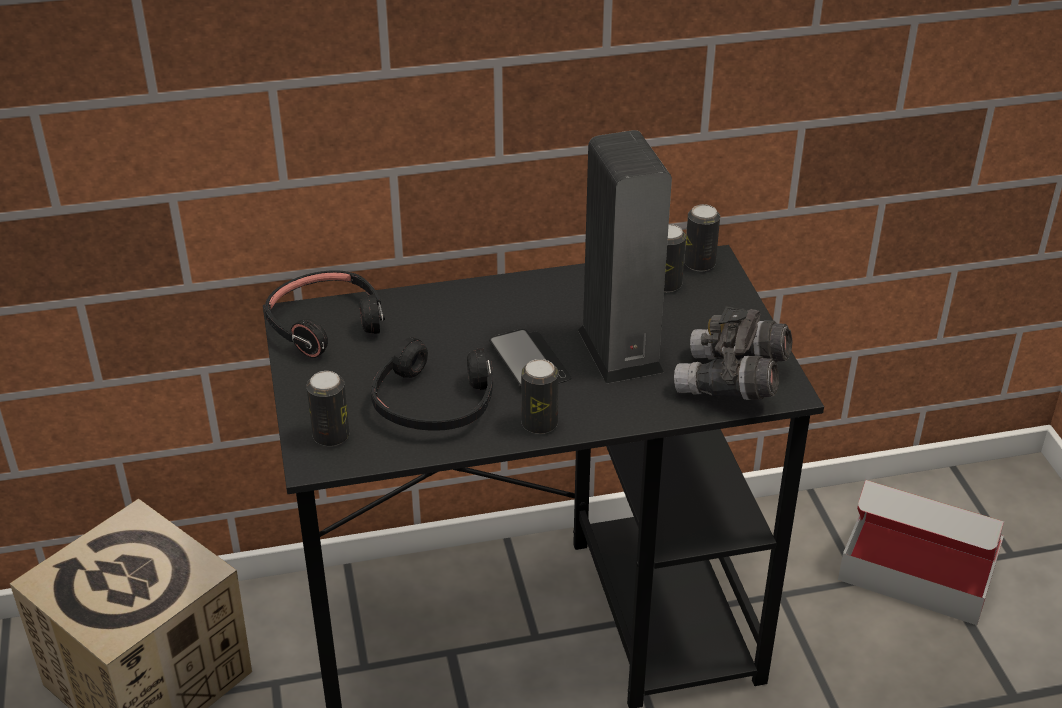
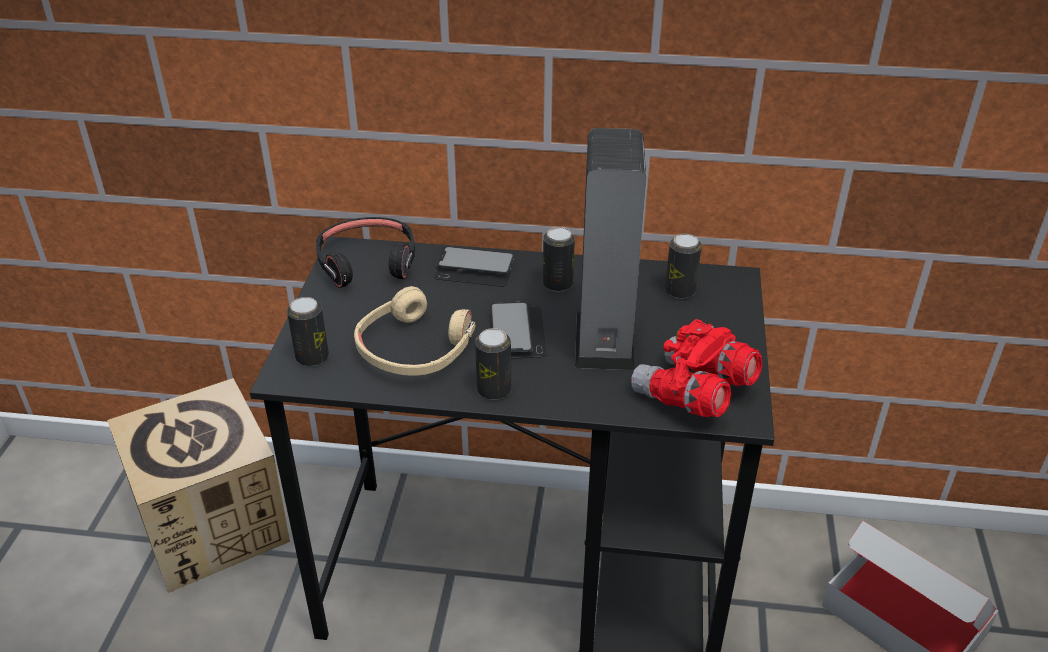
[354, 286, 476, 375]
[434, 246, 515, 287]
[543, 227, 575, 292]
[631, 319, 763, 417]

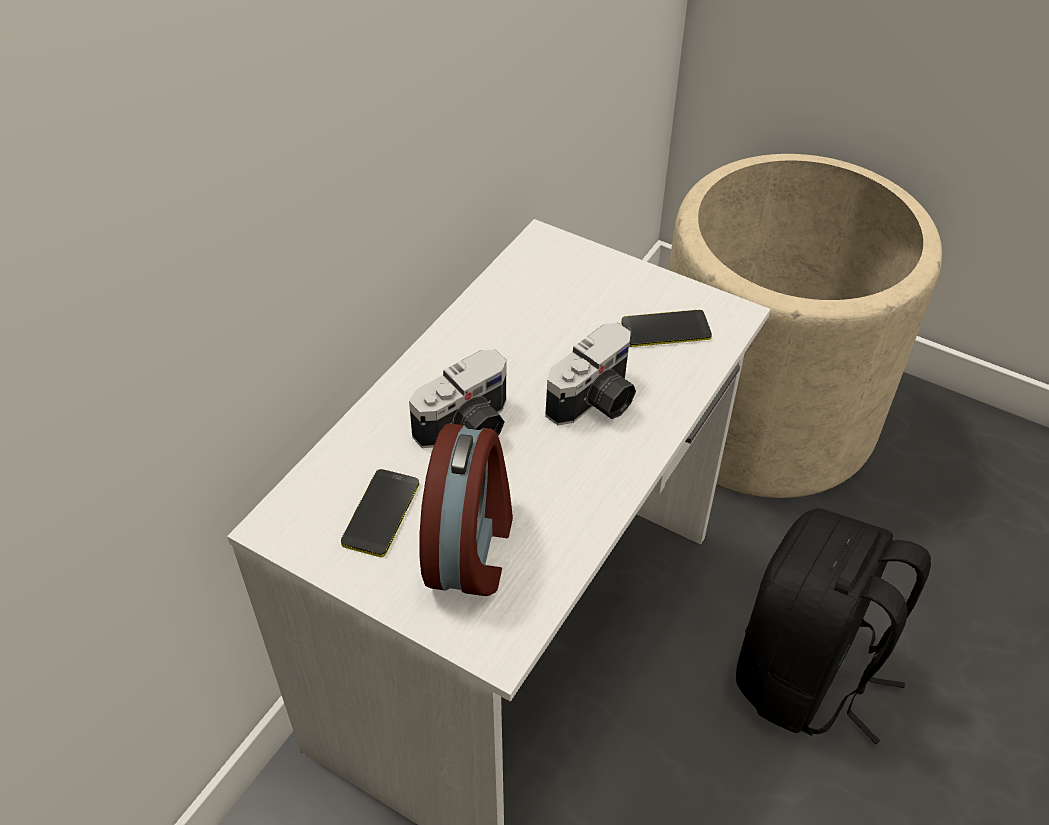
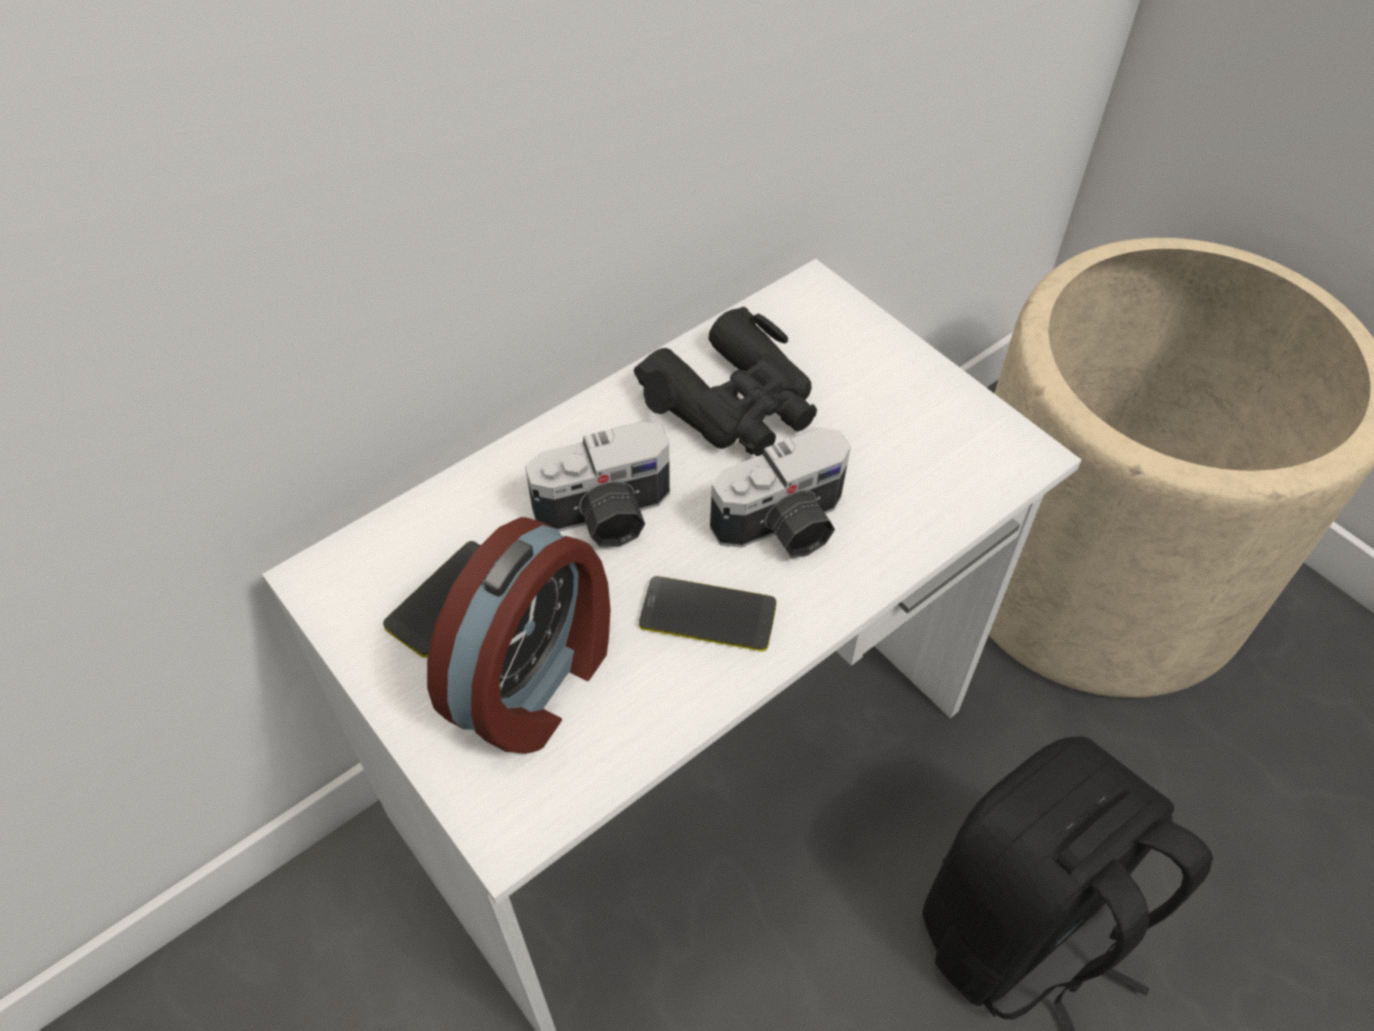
[634, 307, 817, 456]
[639, 576, 776, 651]

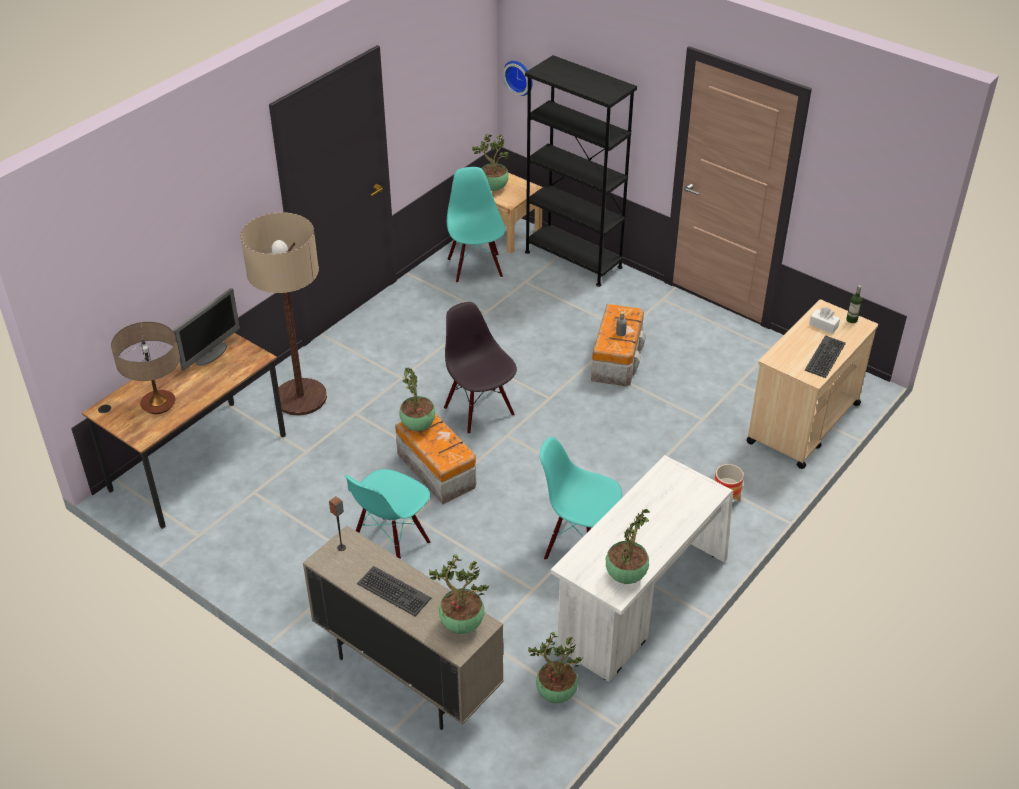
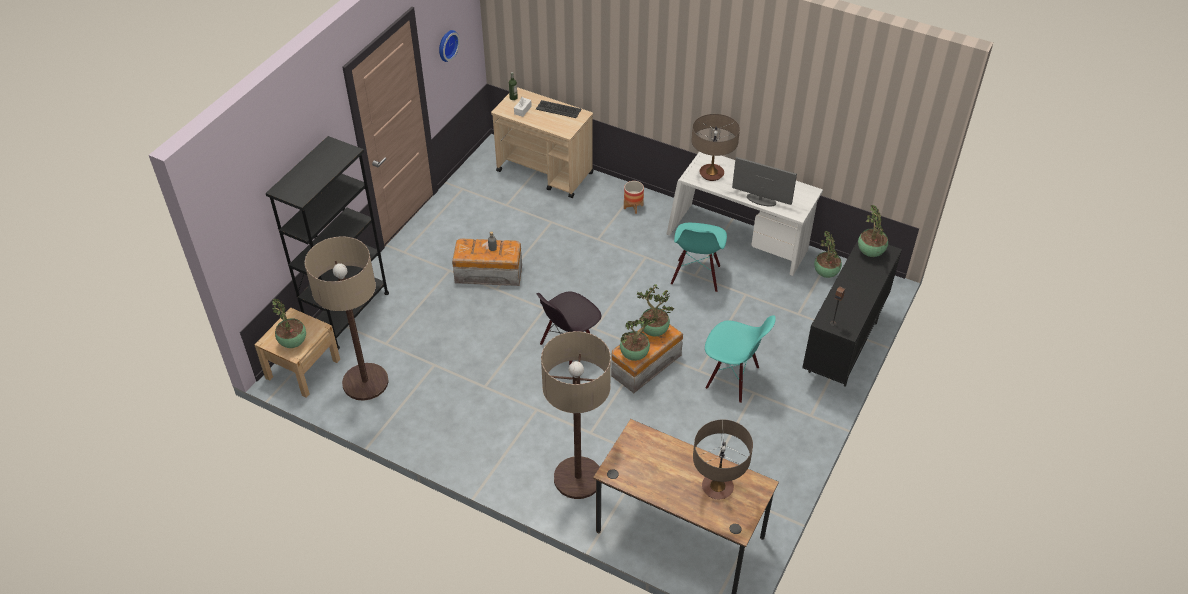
[305, 236, 389, 401]
[439, 30, 460, 62]
[637, 284, 674, 337]
[692, 114, 740, 181]
[732, 157, 797, 206]
[802, 240, 902, 387]
[357, 566, 431, 617] (first image)

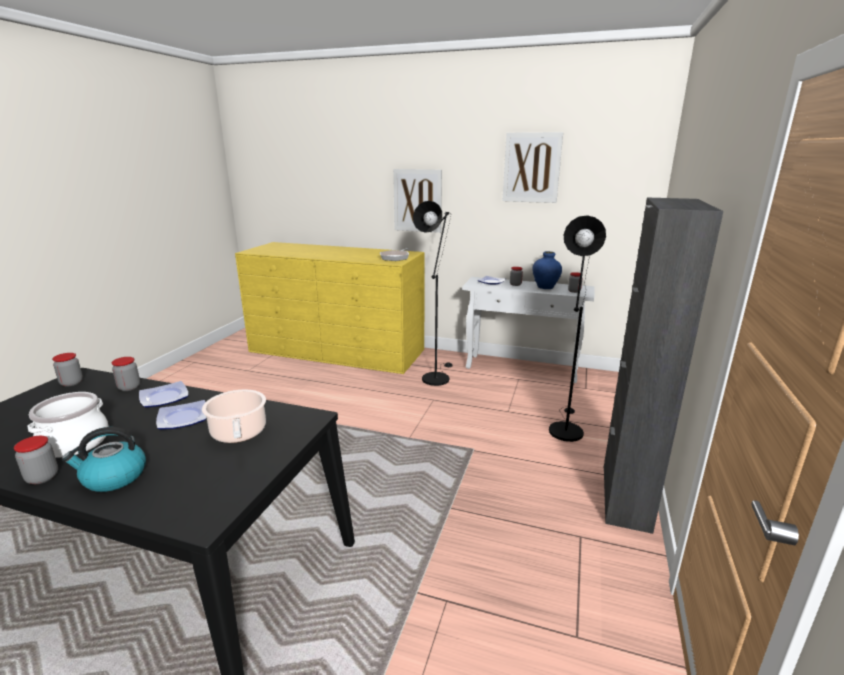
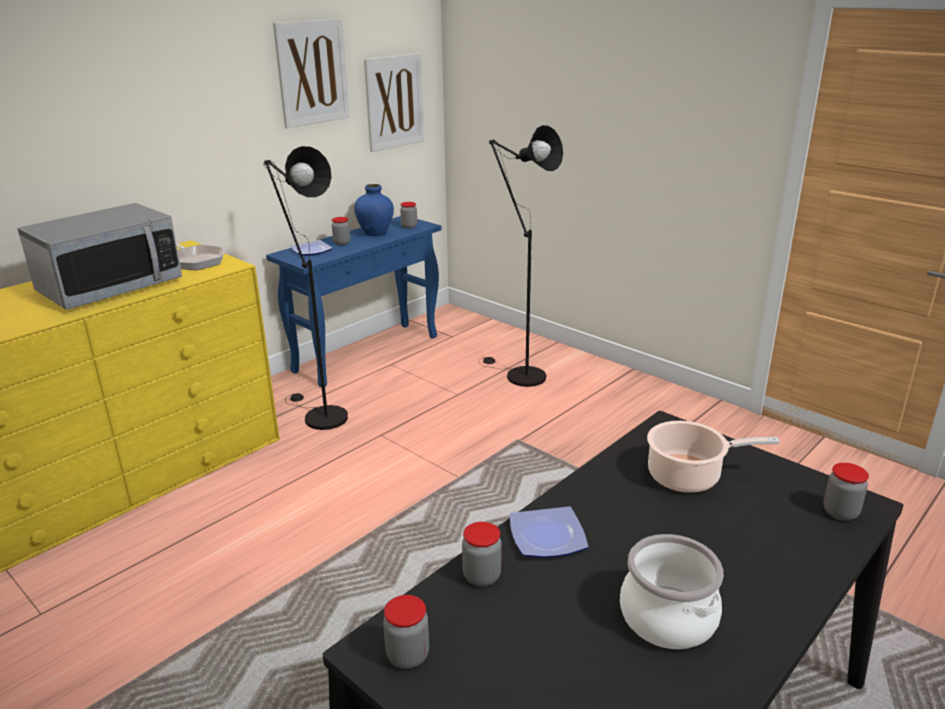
[17, 203, 182, 310]
[266, 216, 442, 388]
[364, 53, 424, 152]
[824, 463, 869, 521]
[62, 427, 146, 492] (first image)
[156, 400, 206, 430] (first image)
[604, 197, 723, 534] (first image)

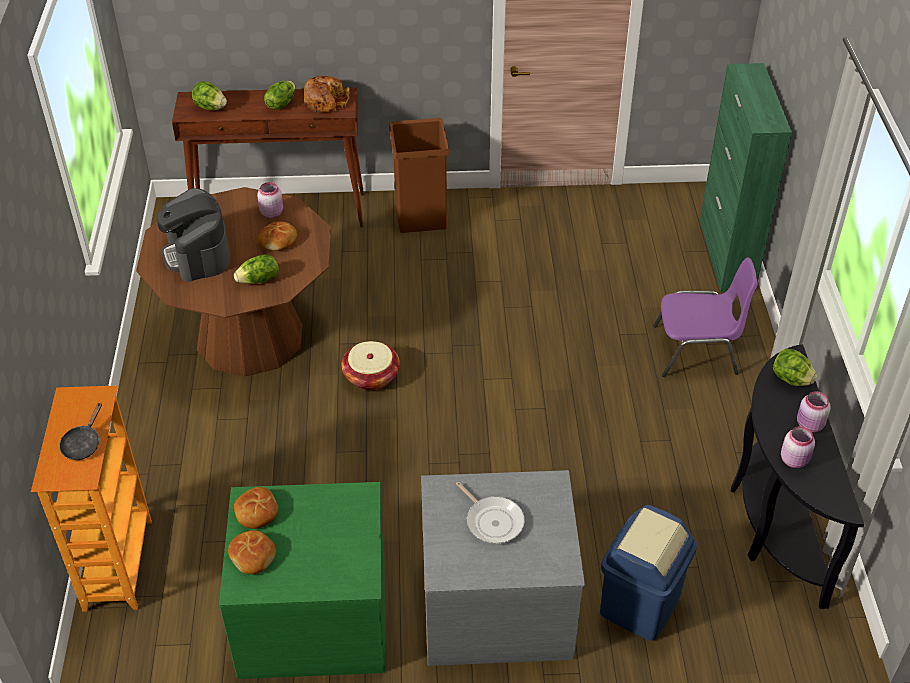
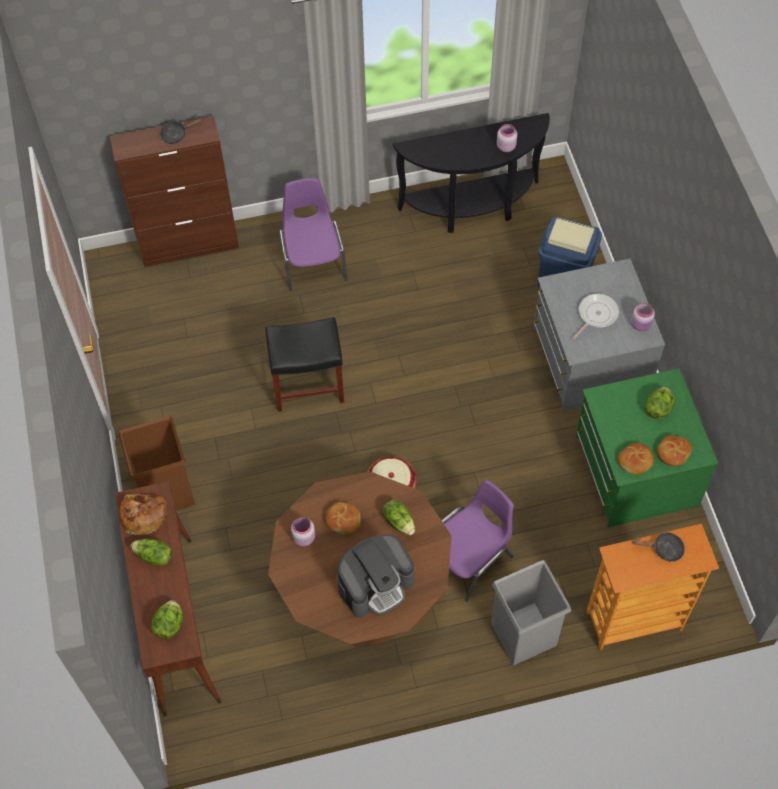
[110, 116, 239, 267]
[160, 118, 204, 144]
[265, 317, 344, 412]
[441, 480, 514, 602]
[491, 560, 571, 665]
[631, 303, 655, 331]
[645, 387, 675, 419]

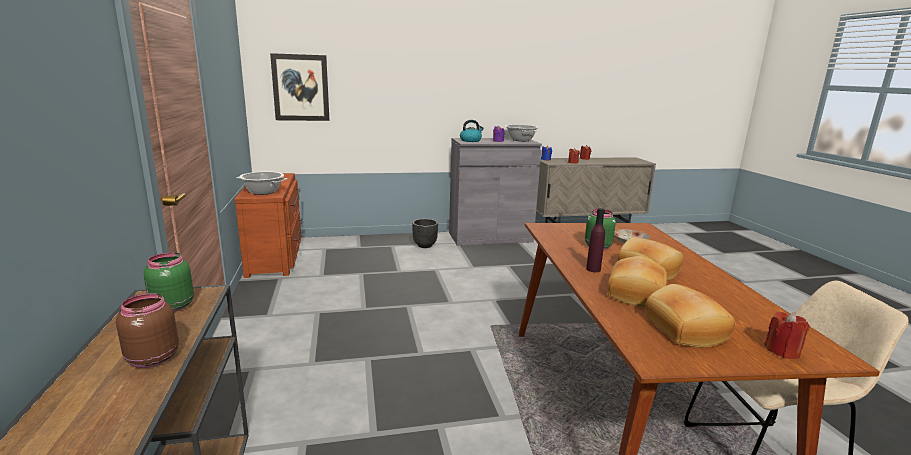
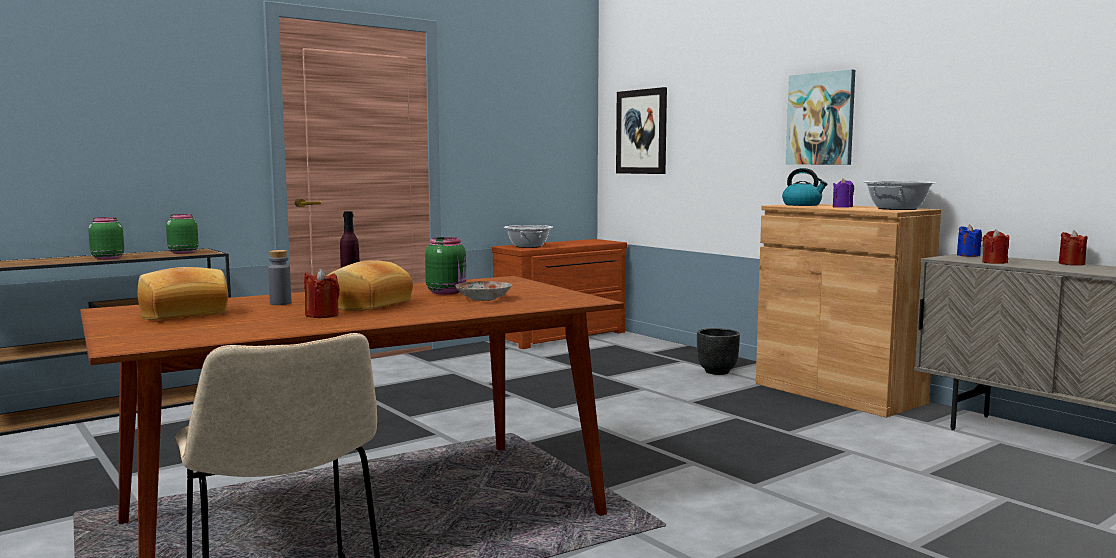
[88, 217, 124, 260]
[268, 250, 291, 305]
[304, 268, 340, 318]
[756, 204, 941, 418]
[786, 69, 855, 165]

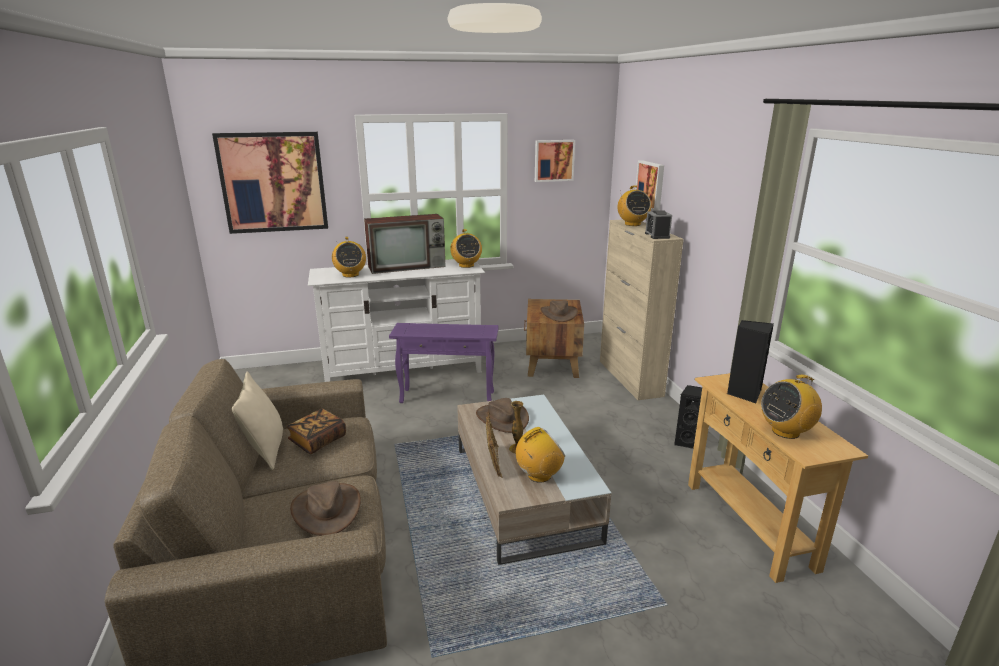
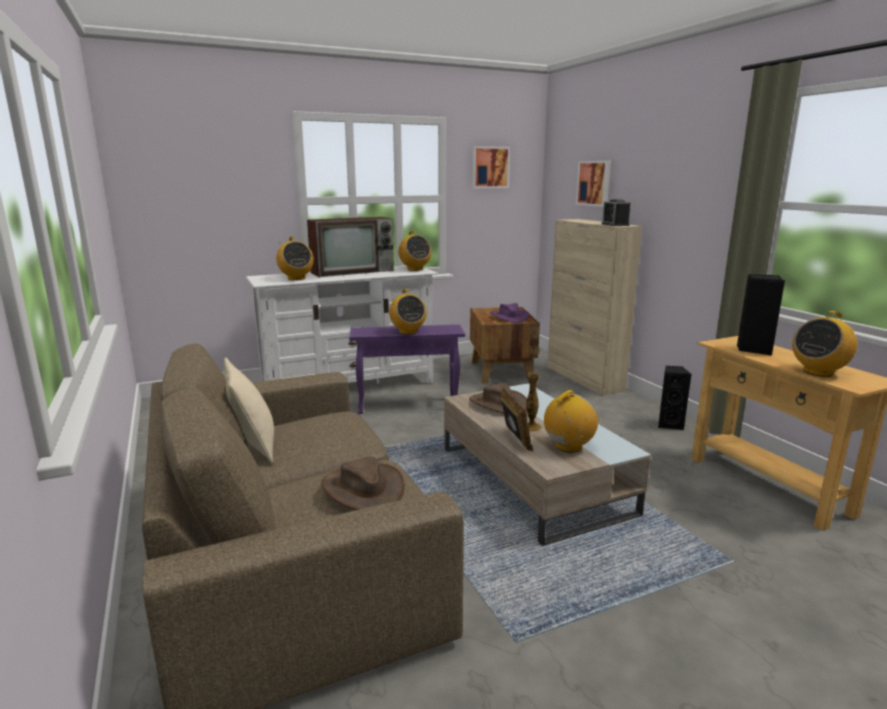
[389, 289, 427, 335]
[490, 303, 529, 323]
[212, 132, 328, 234] (first image)
[286, 409, 346, 454] (first image)

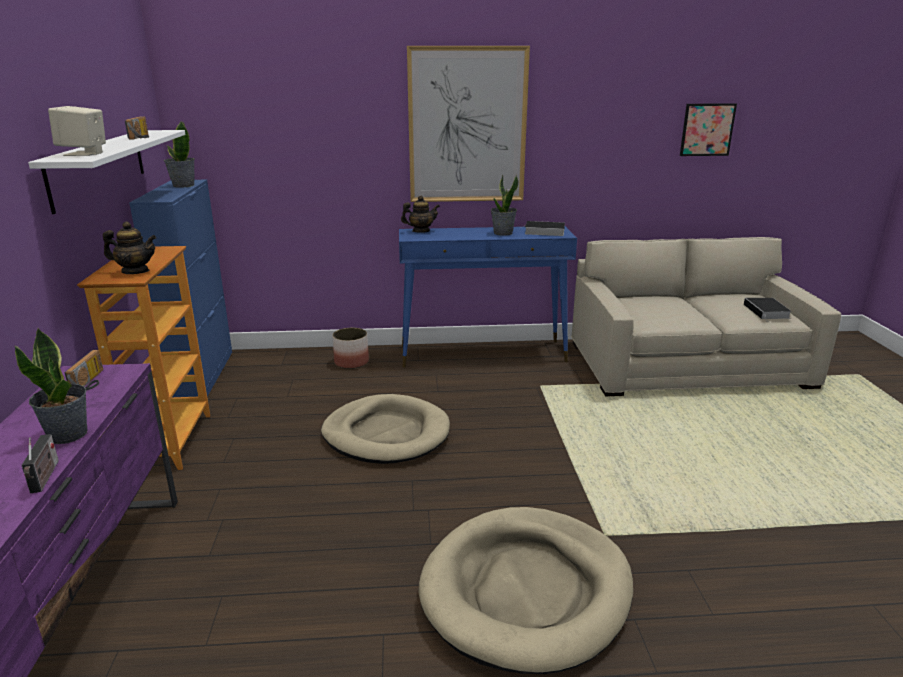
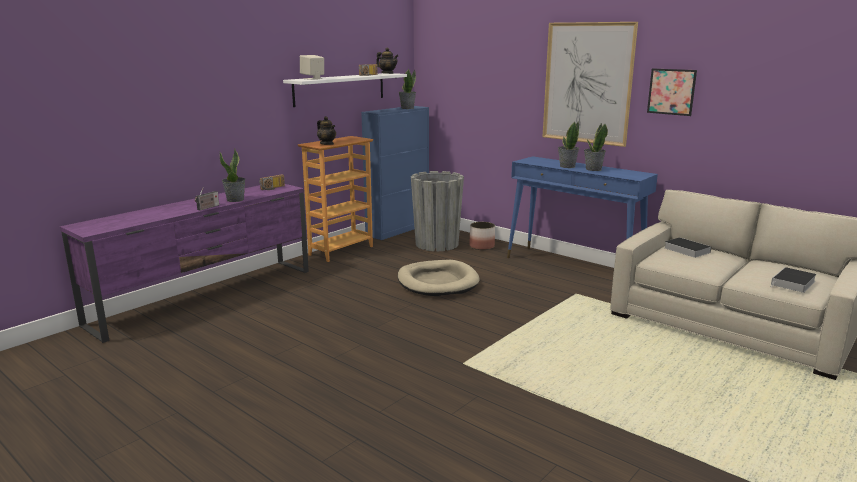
[376, 48, 398, 74]
[411, 171, 464, 252]
[558, 121, 580, 168]
[647, 68, 697, 116]
[665, 237, 711, 258]
[419, 507, 633, 674] (first image)

